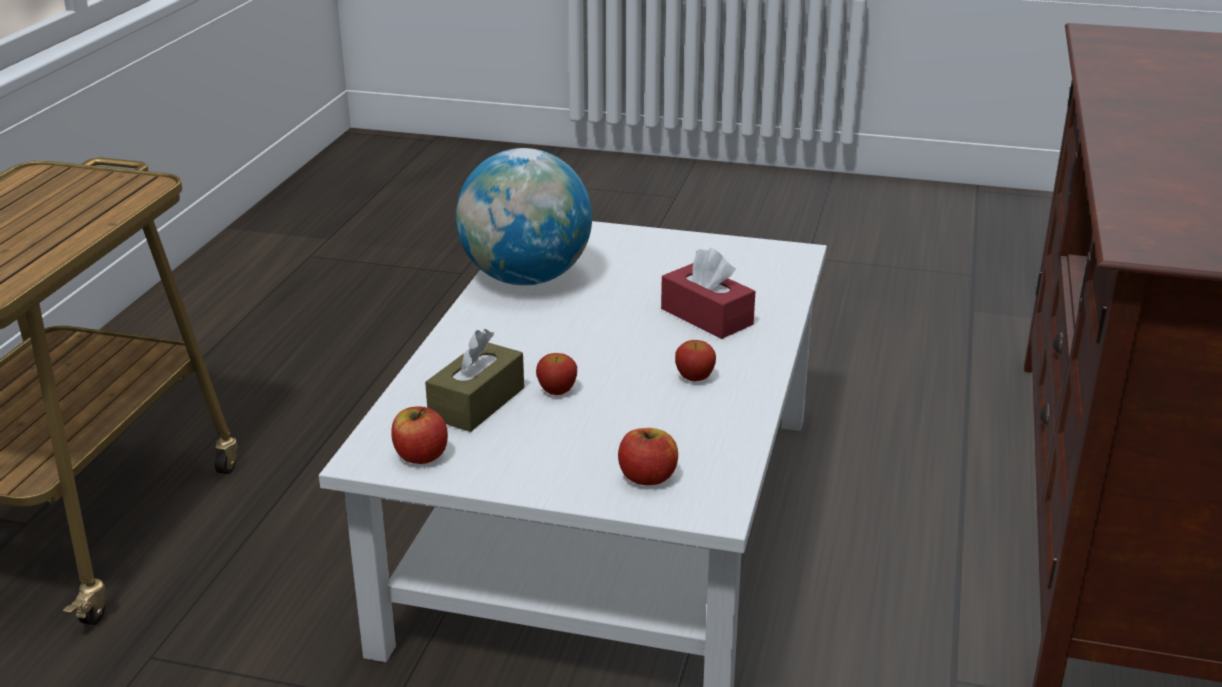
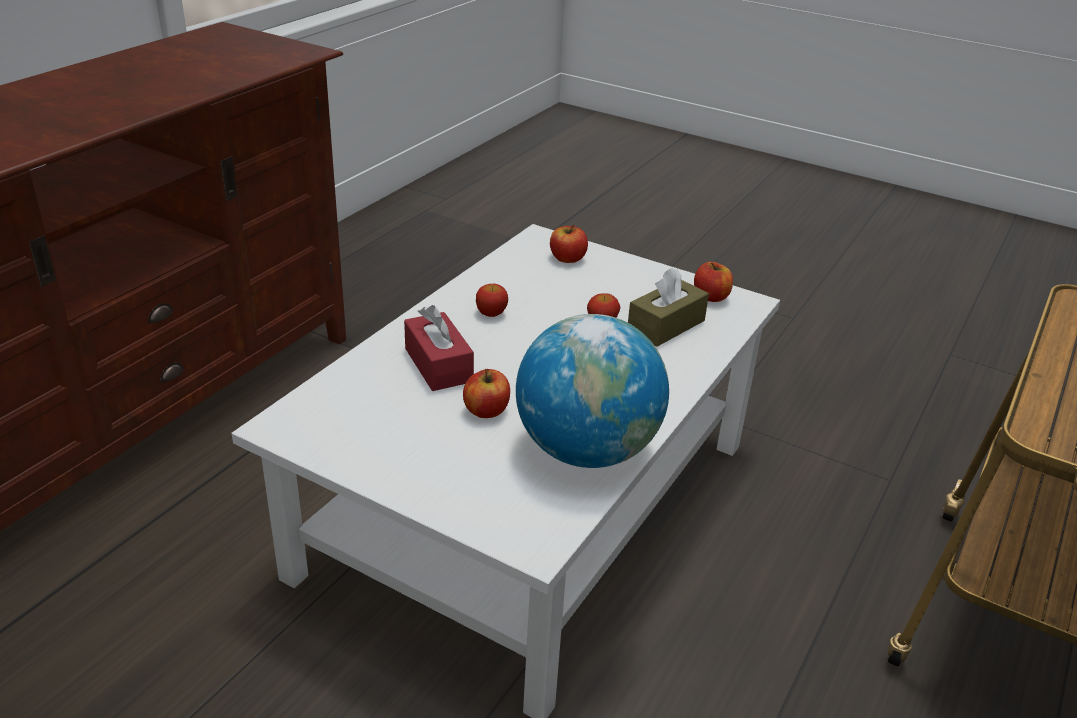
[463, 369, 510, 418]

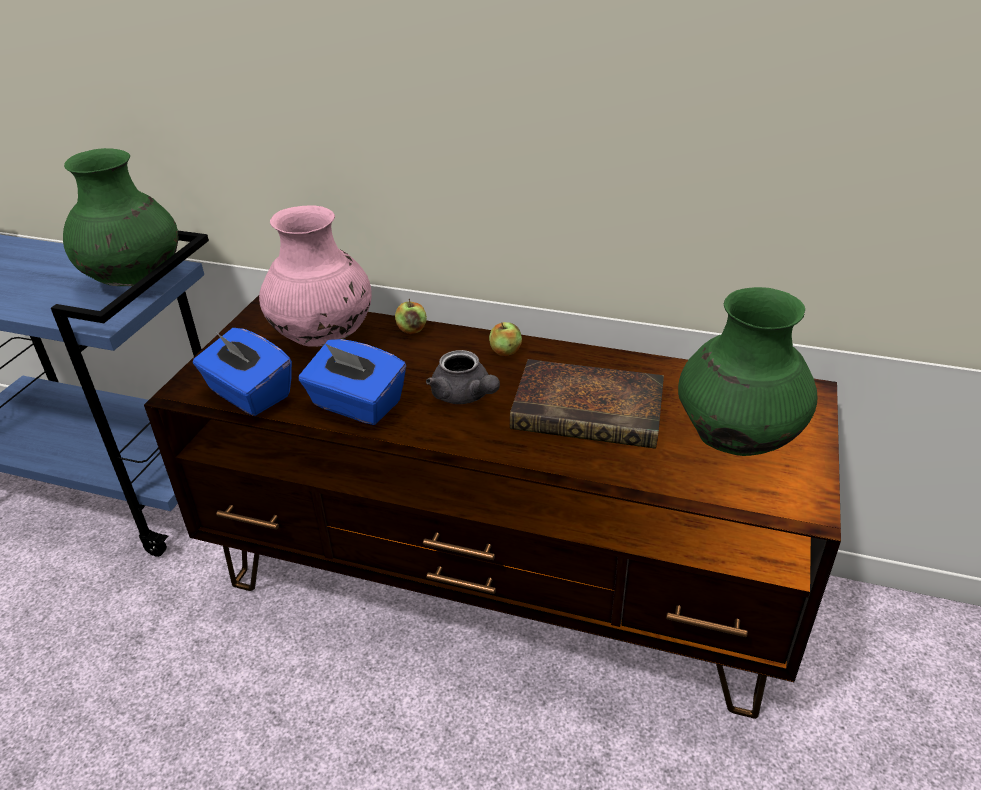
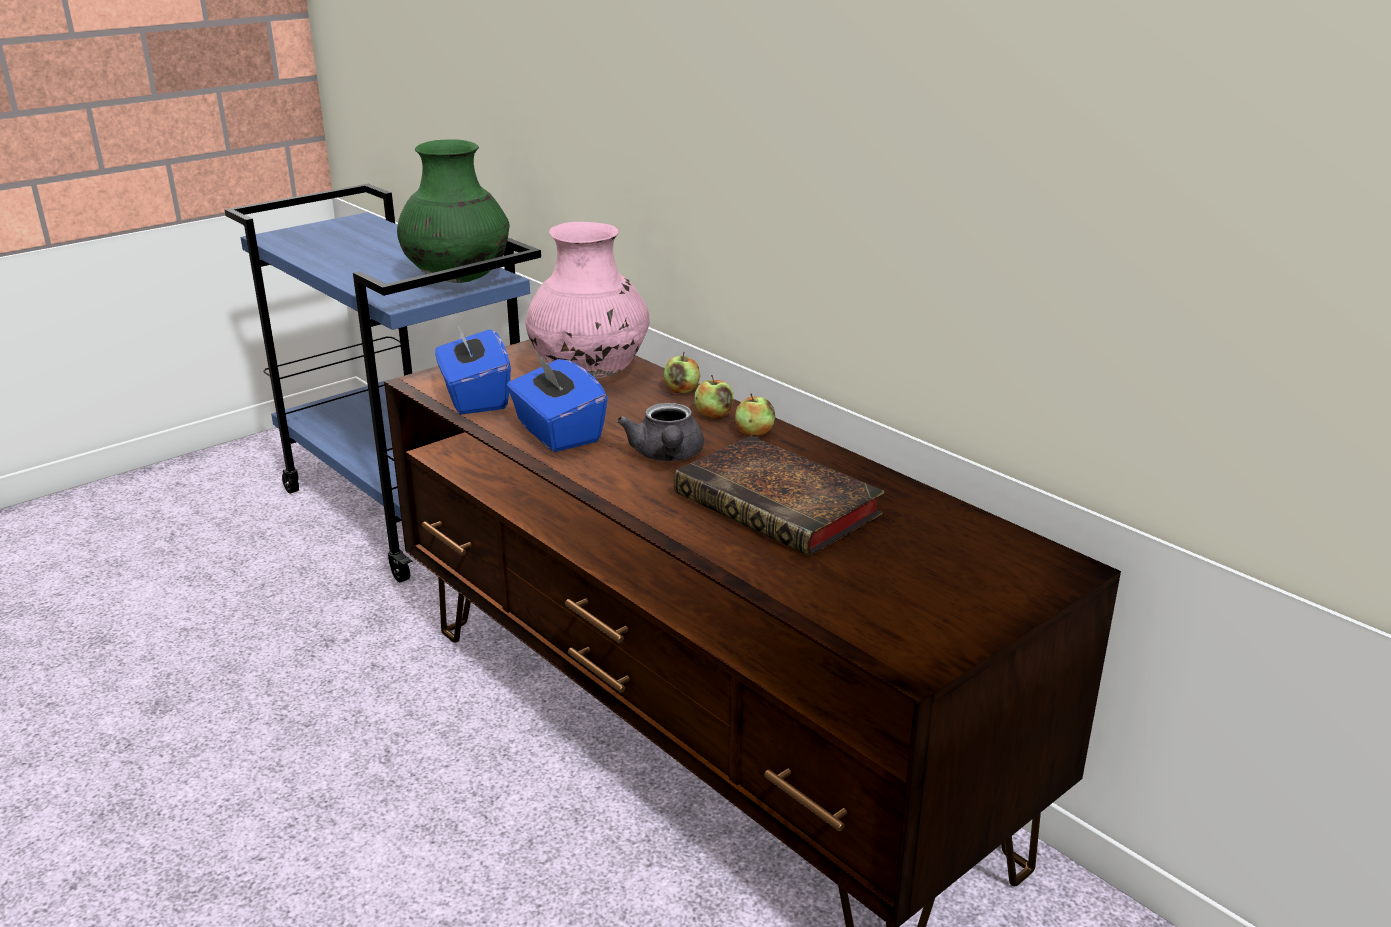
[695, 375, 734, 418]
[678, 287, 817, 456] (first image)

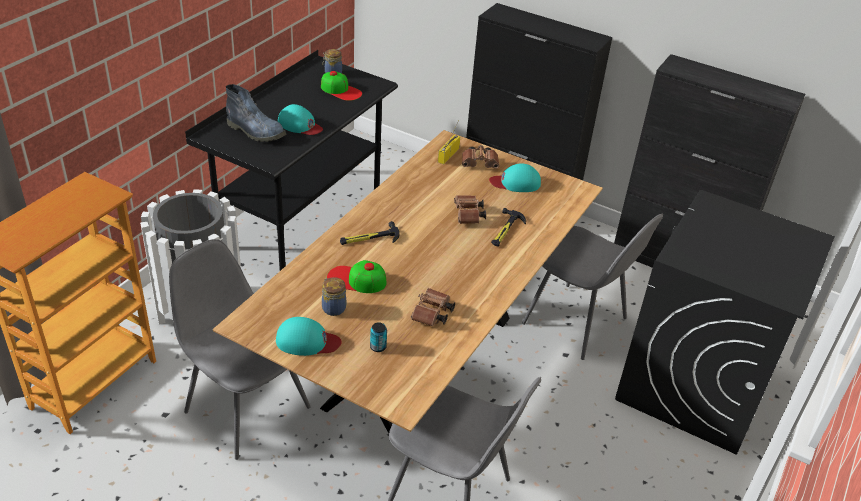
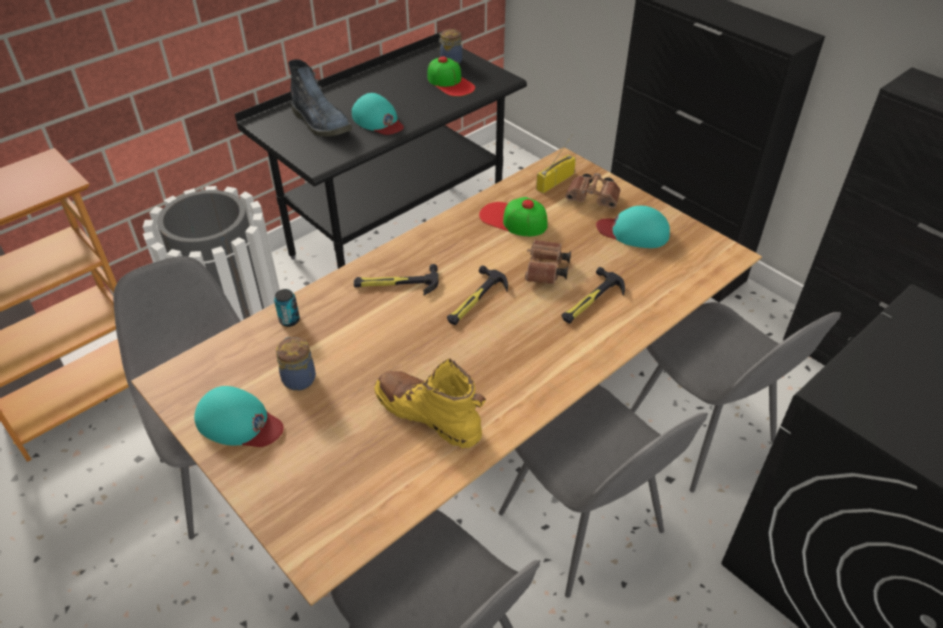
[274, 289, 300, 327]
[374, 359, 486, 448]
[447, 265, 508, 325]
[479, 197, 547, 236]
[499, 385, 708, 598]

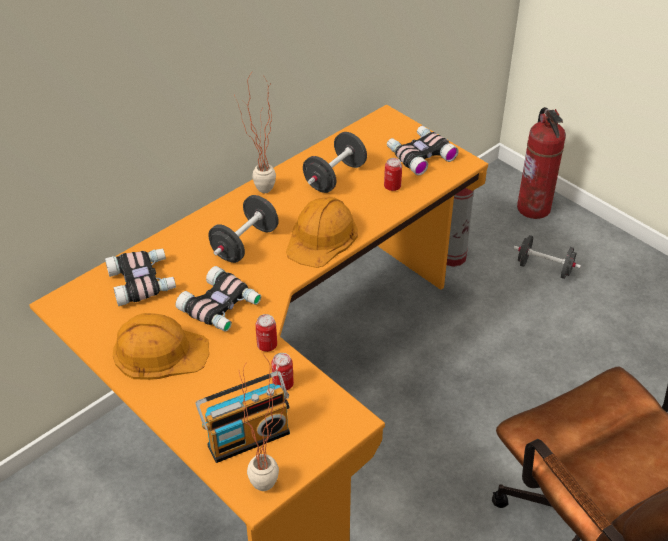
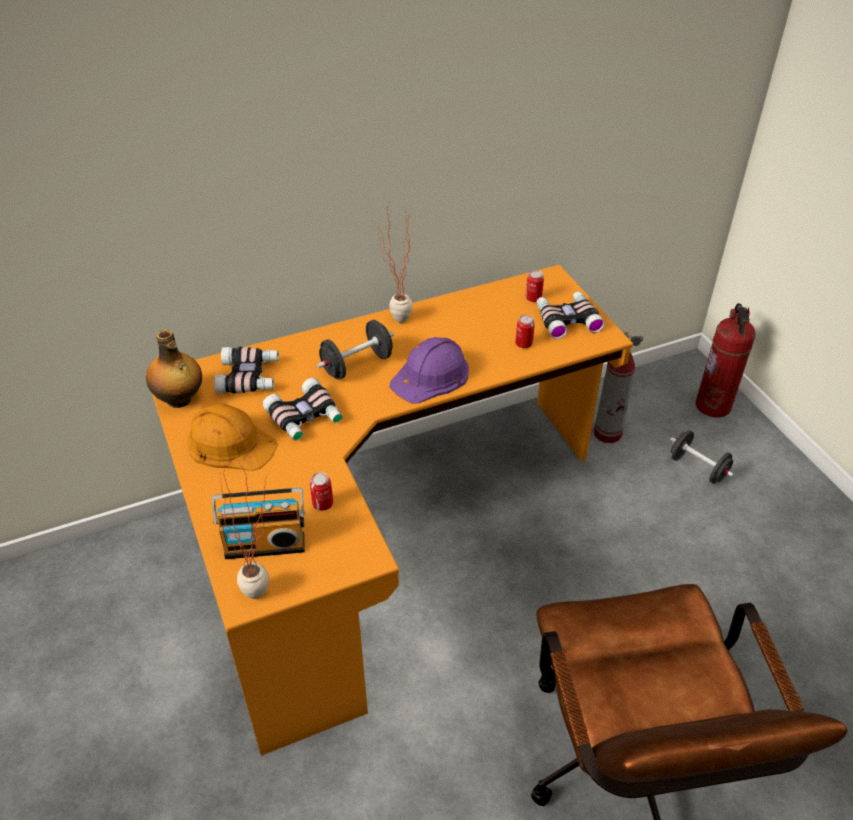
[146, 329, 202, 408]
[389, 337, 469, 404]
[526, 270, 544, 302]
[303, 132, 367, 193] (first image)

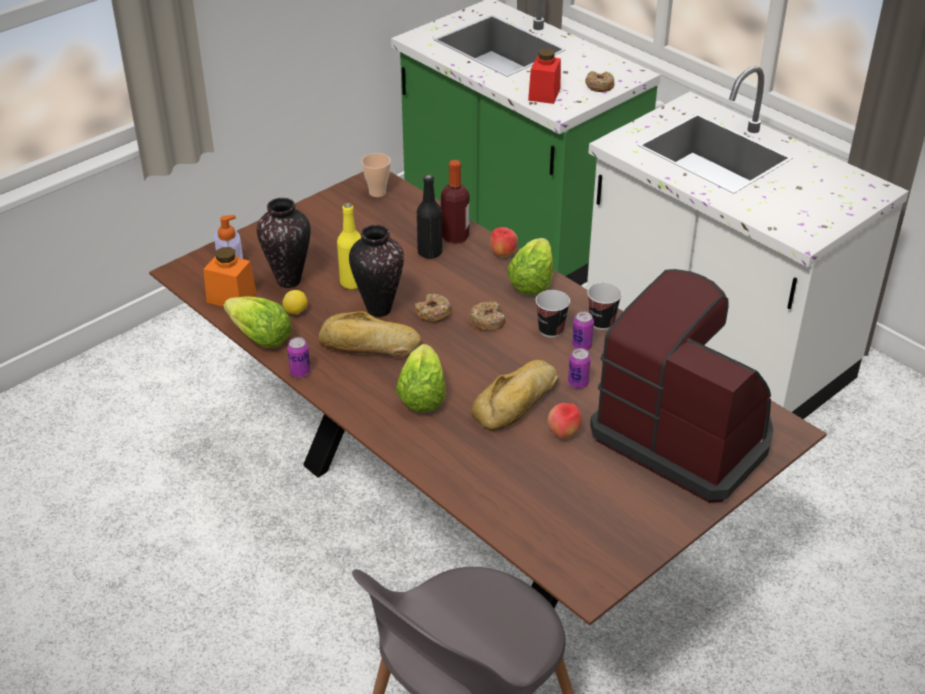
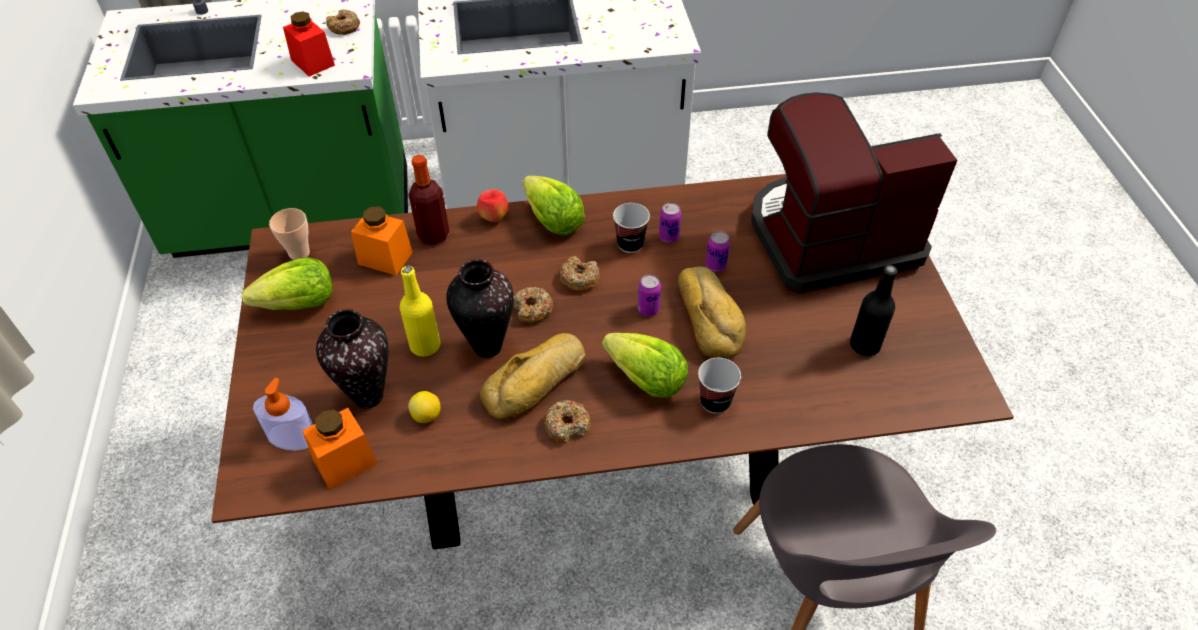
[242, 257, 333, 310]
[351, 206, 413, 275]
[544, 400, 591, 443]
[638, 274, 661, 316]
[698, 358, 741, 414]
[850, 265, 898, 356]
[547, 403, 582, 439] (first image)

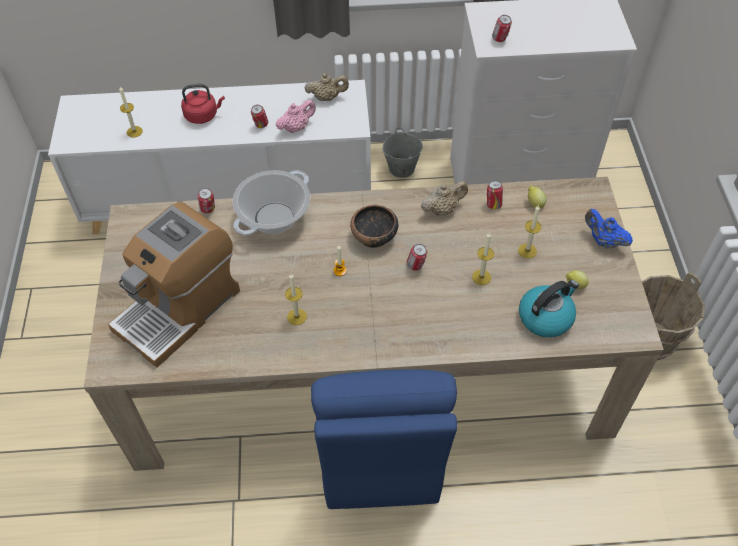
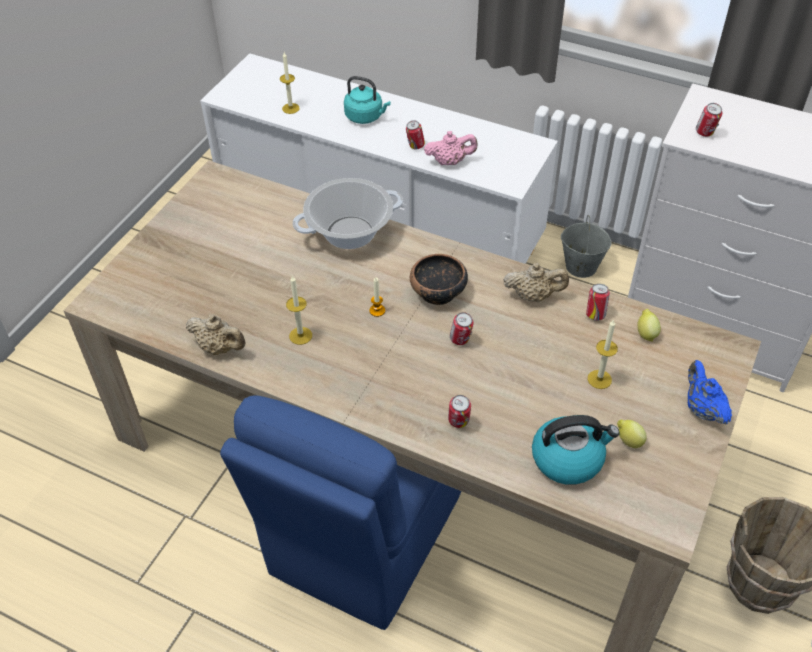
[186, 314, 246, 355]
[344, 76, 391, 124]
[448, 395, 471, 428]
[108, 202, 240, 368] (first image)
[472, 232, 494, 285] (first image)

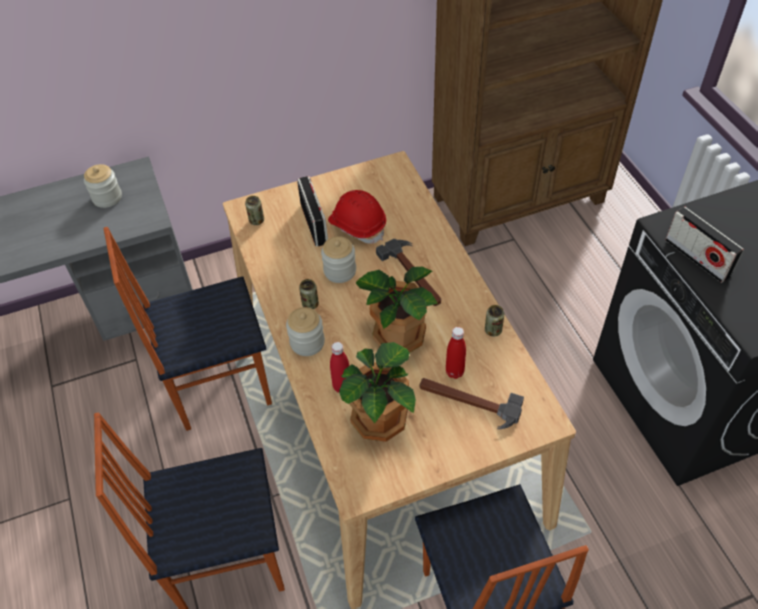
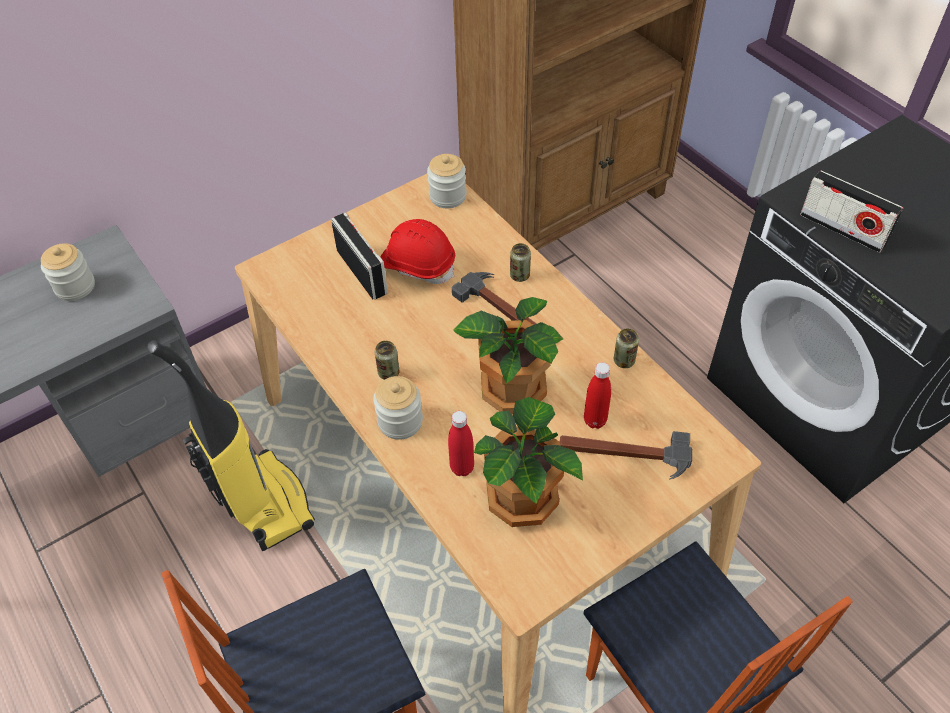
[147, 340, 315, 551]
[427, 154, 467, 208]
[510, 243, 531, 282]

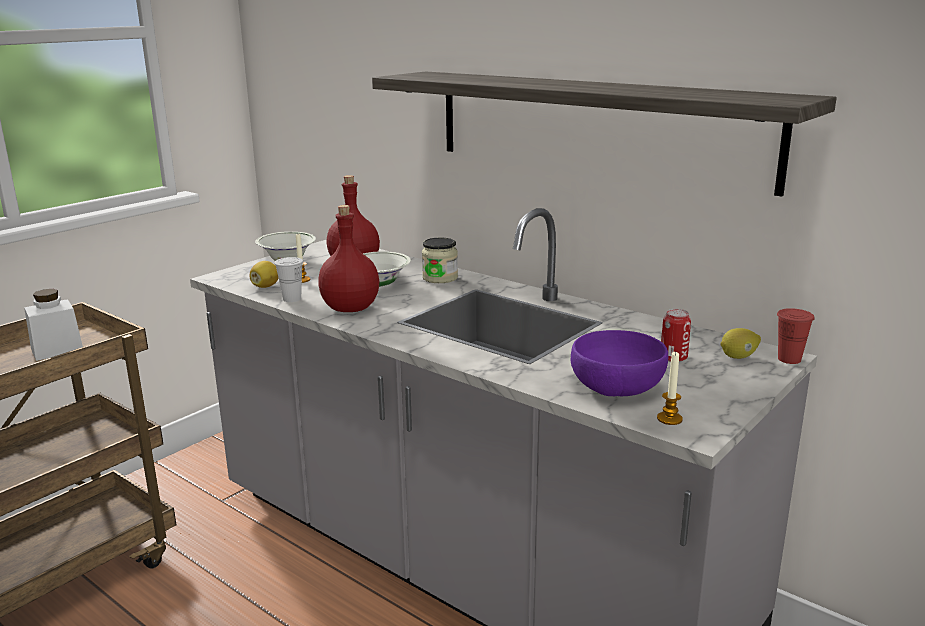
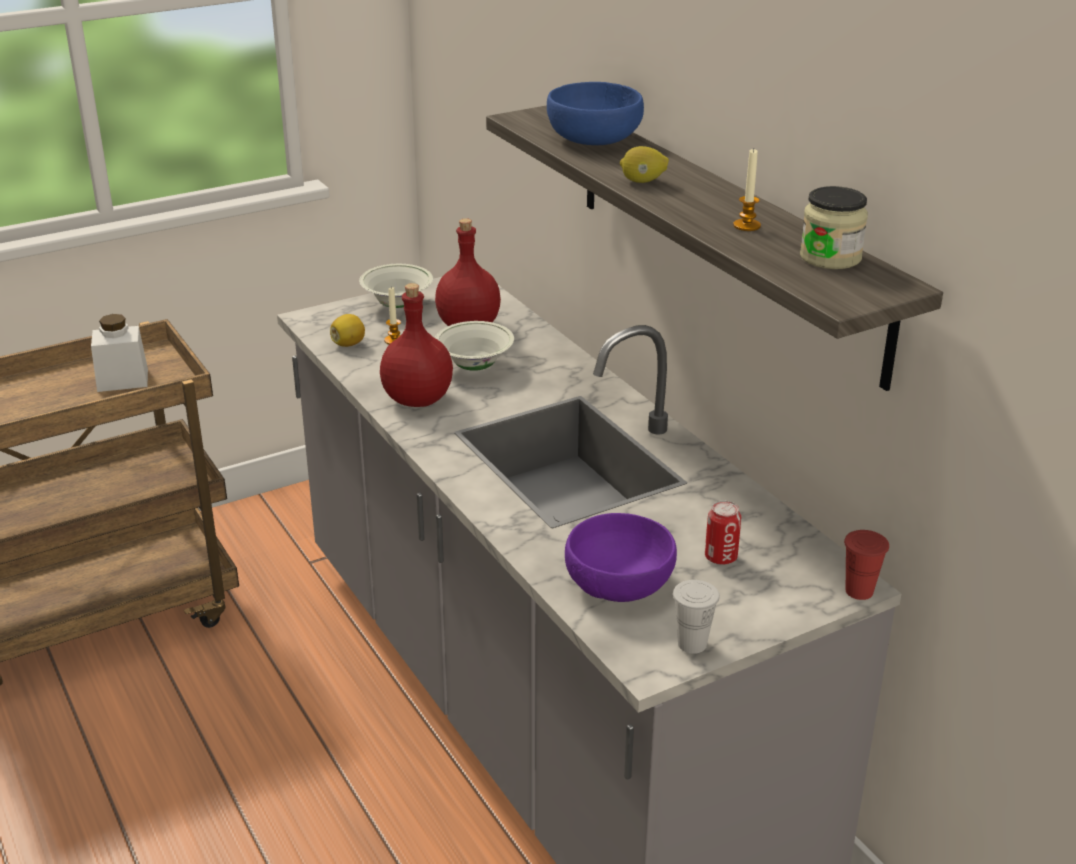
[547, 82, 644, 145]
[620, 146, 669, 183]
[673, 580, 720, 654]
[733, 149, 761, 231]
[800, 186, 868, 269]

